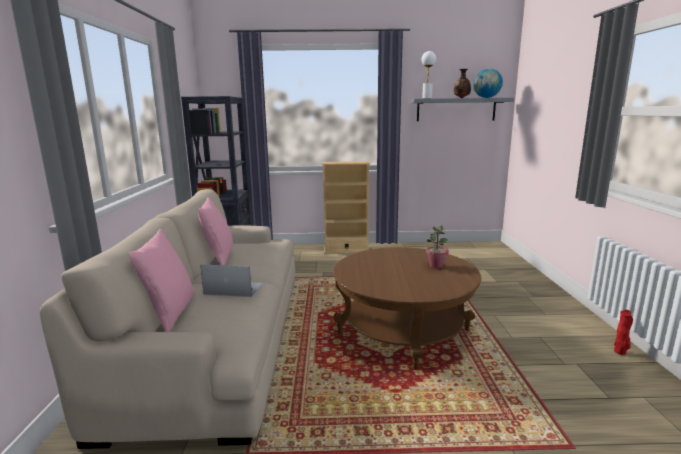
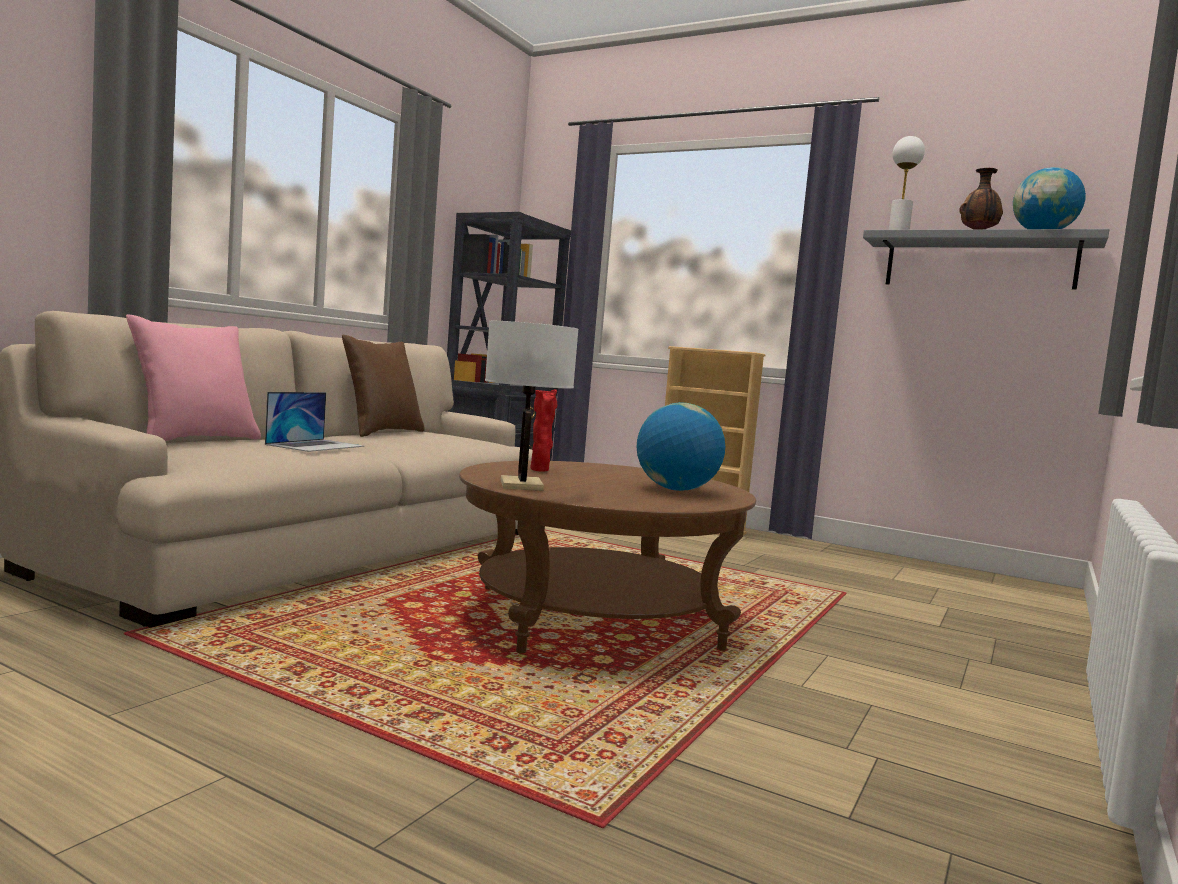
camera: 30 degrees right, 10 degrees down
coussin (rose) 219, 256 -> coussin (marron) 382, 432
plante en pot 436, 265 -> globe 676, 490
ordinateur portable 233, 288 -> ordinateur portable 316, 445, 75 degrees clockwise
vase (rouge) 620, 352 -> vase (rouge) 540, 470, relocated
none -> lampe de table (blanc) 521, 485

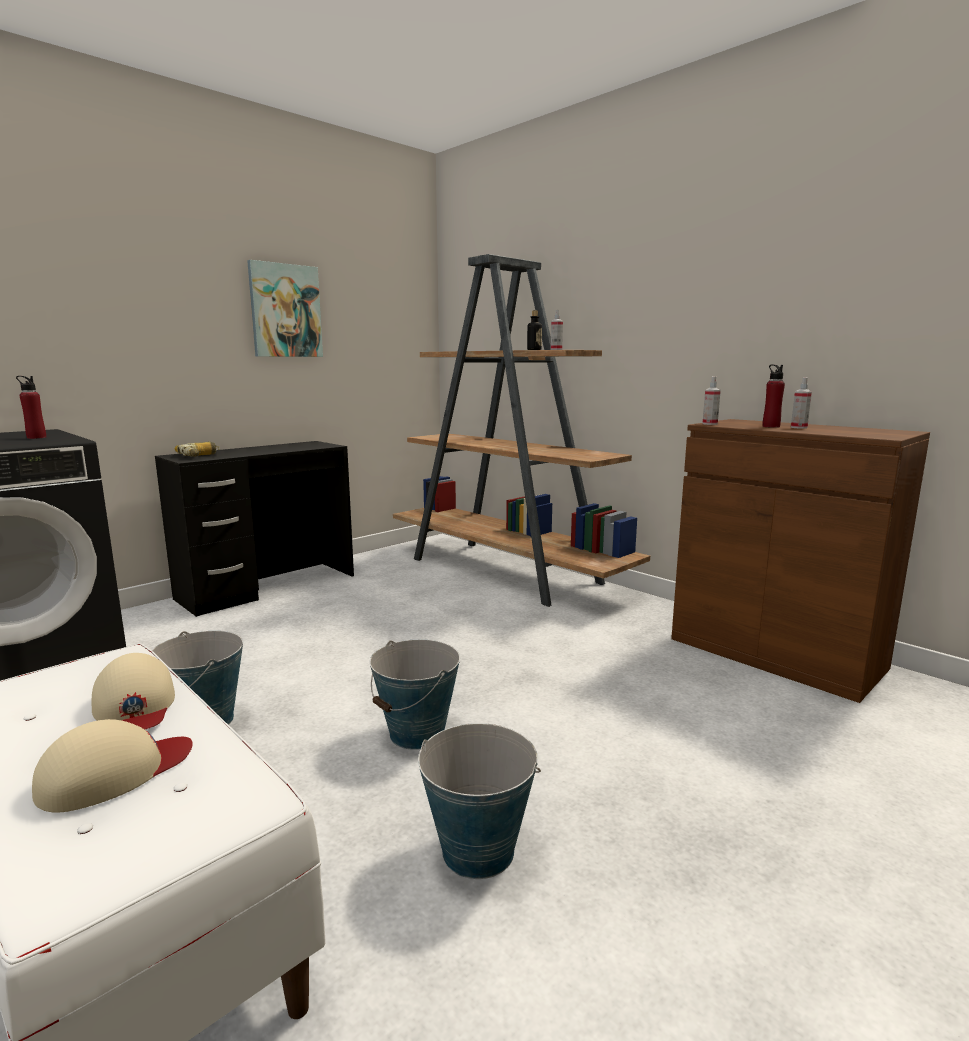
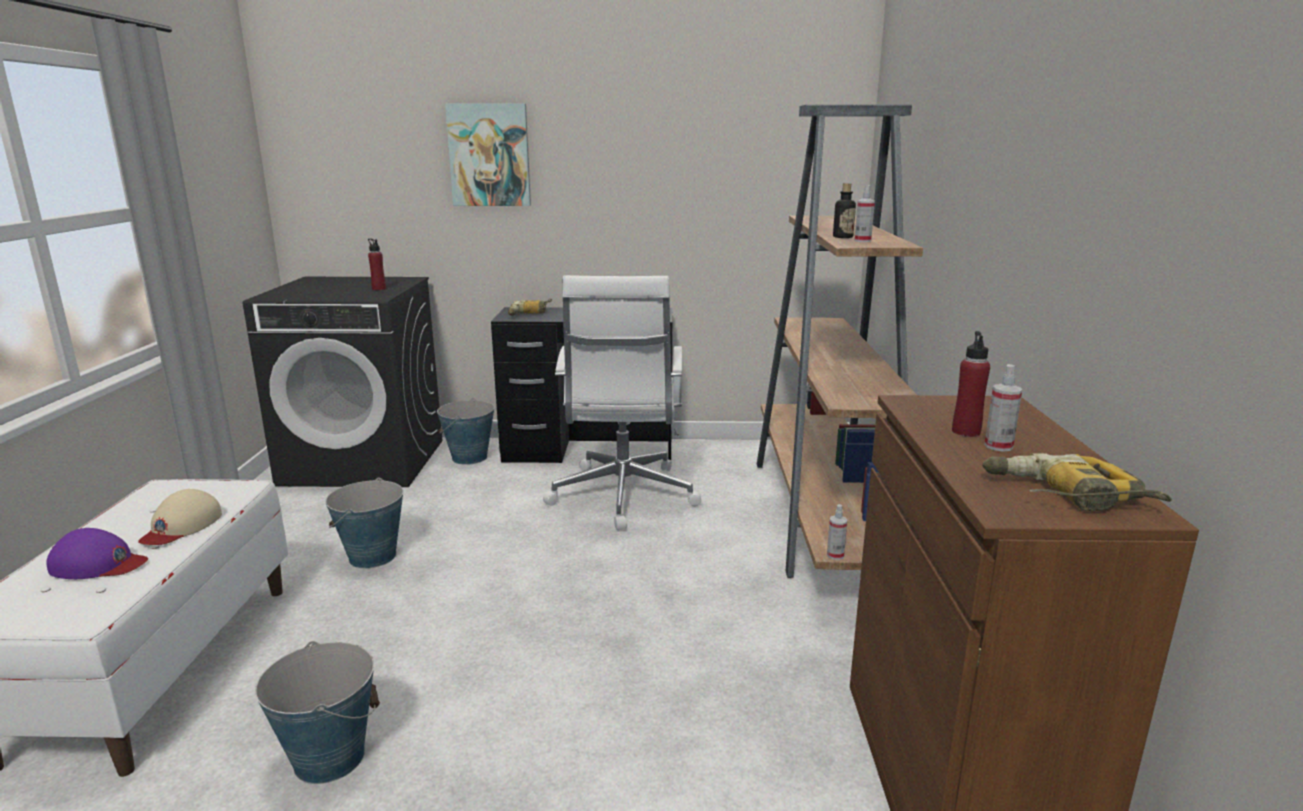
camera: 45 degrees right, 5 degrees up
tableau 285, 311 -> tableau 489, 155, relocated
vaporisateur 710, 424 -> vaporisateur 835, 555, relocated
seau 417, 733 -> seau 469, 457, relocated
casquette (beige) 114, 773 -> casquette (violet) 98, 564
none -> chaise de bureau (blanc) 622, 497
none -> perceuse 1066, 495

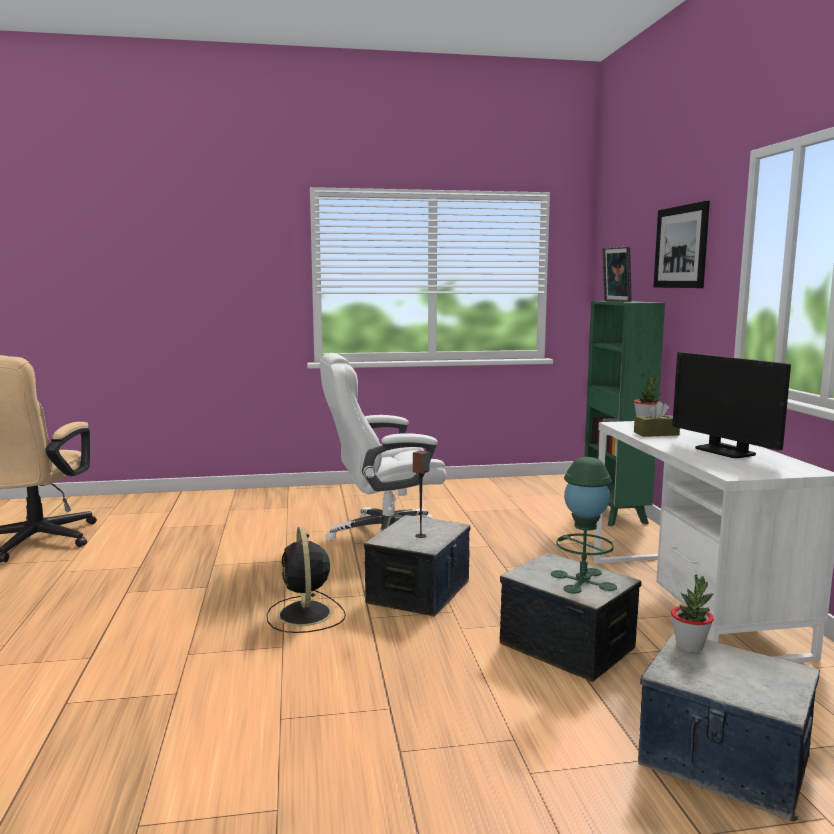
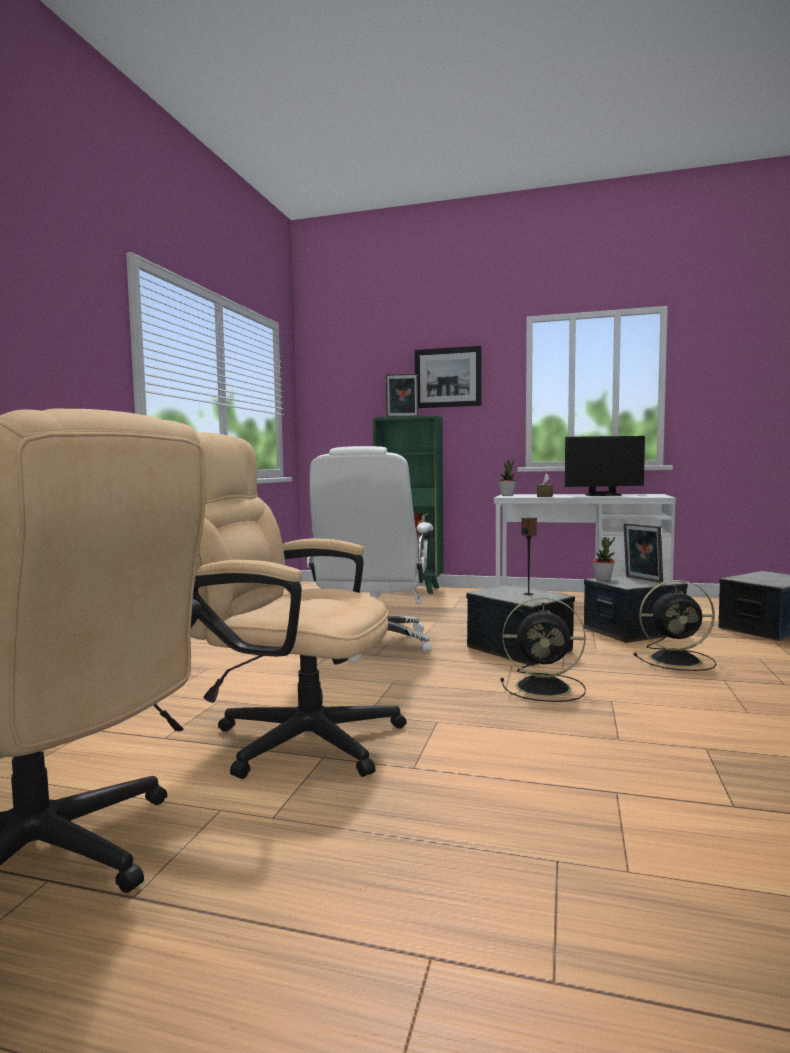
camera: 65 degrees left, 5 degrees down
lampe de table (vert) 583, 581 -> cadre photo 642, 579
plante en pot 690, 646 -> plante en pot 603, 579, relocated
none -> chaise de bureau (beige) 290, 737
none -> ventilateur (noir) 677, 660

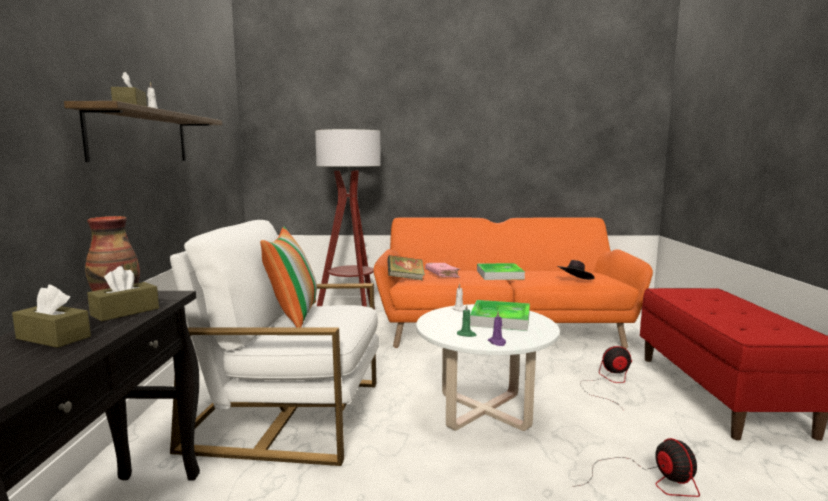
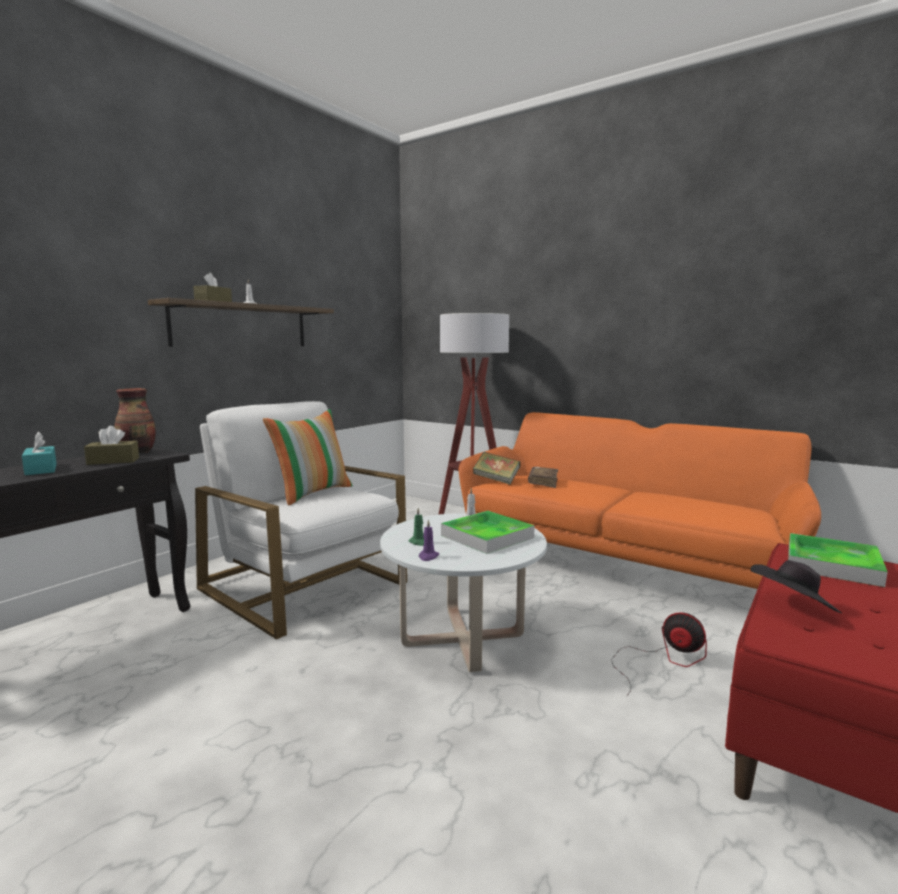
camera: 35 degrees right, 0 degrees up
chapeau (noir) 574, 281 -> chapeau (noir) 793, 607, relocated
livre (rose) 442, 275 -> livre (marron) 543, 482
plateau 499, 275 -> plateau 832, 564, relocated
boîte à mouchoirs (marron) 53, 338 -> boîte à mouchoirs (turquoise) 41, 469
ventilateur 648, 480 -> none

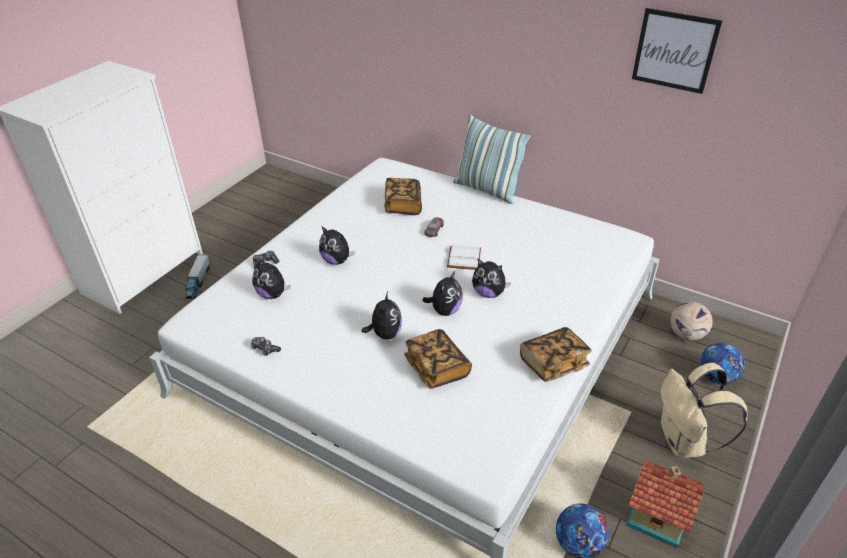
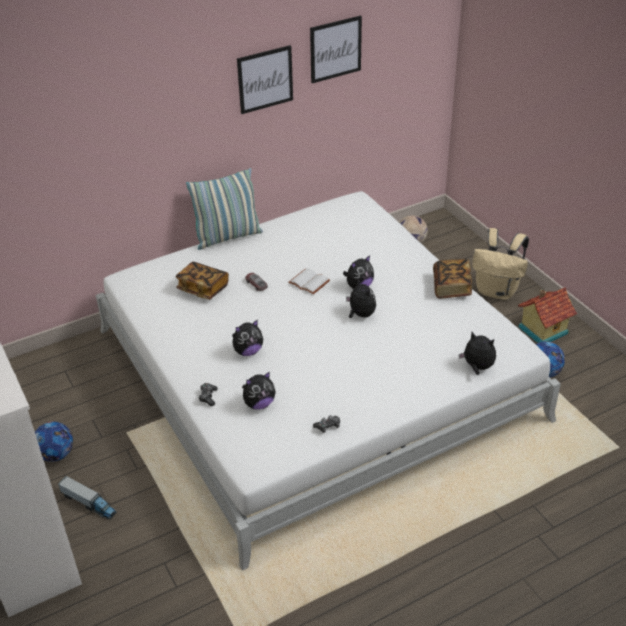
camera: 60 degrees left, 0 degrees up
peluche 385, 334 -> peluche 477, 367, relocated
livre 437, 368 -> none
ballon de foot 716, 377 -> ballon de foot 56, 454, relocated
none -> tableau 265, 79

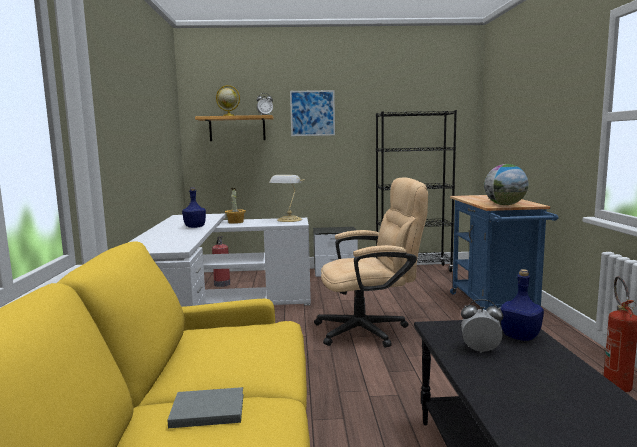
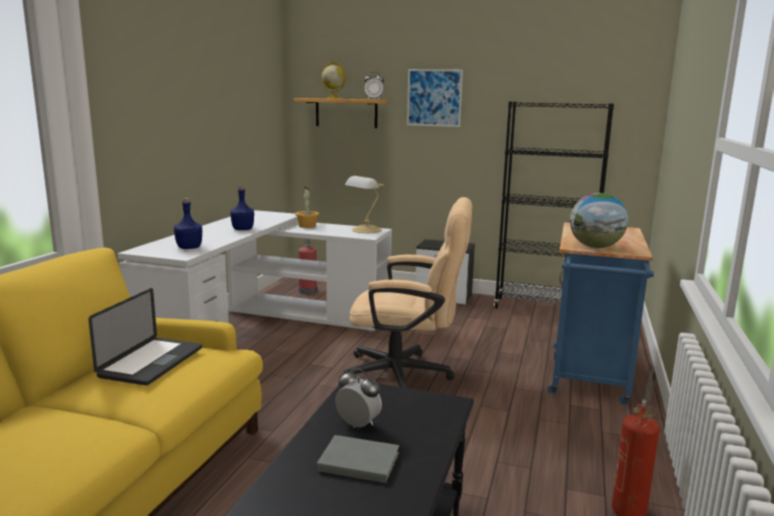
camera: 20 degrees right, 5 degrees up
bouteille (bleu) 521, 337 -> bouteille (bleu) 189, 248, relocated
livre (gris) 206, 410 -> livre (gris) 357, 460, relocated
none -> ordinateur portable 151, 362

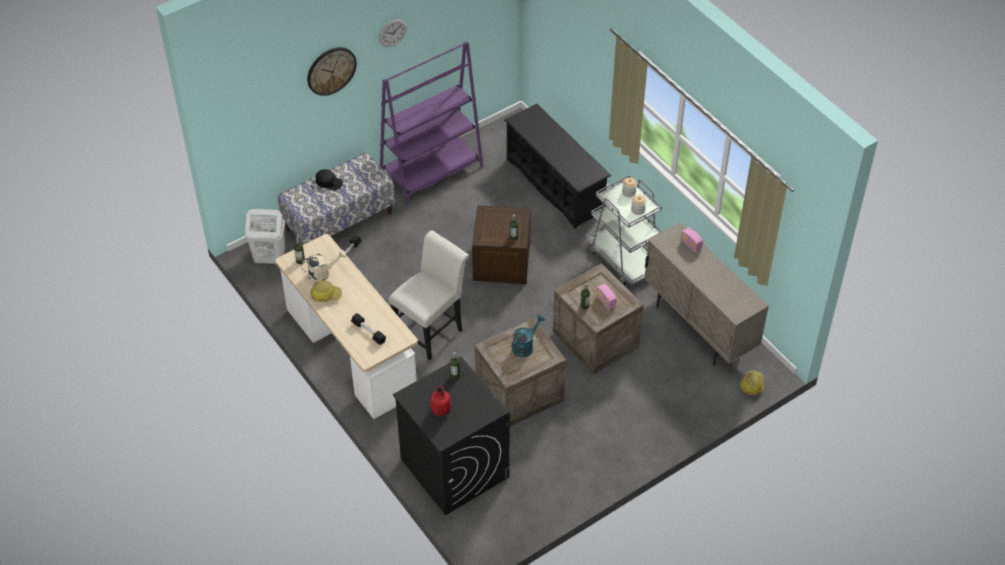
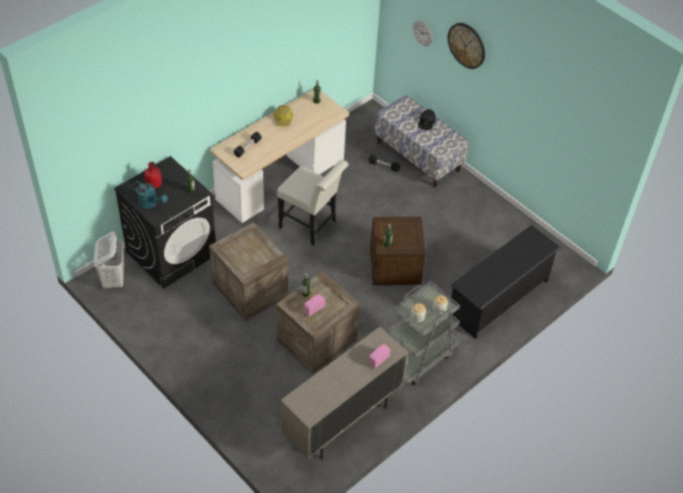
camera: 80 degrees right, 0 degrees up
horloge murale 392, 32 -> horloge murale 422, 33, relocated
bibliothèque (violet) 431, 173 -> none
panier à linge (blanc) 269, 258 -> panier à linge (blanc) 113, 279, relocated
arrosoir (beige) 323, 274 -> none
arrosoir (turquoise) 525, 346 -> arrosoir (turquoise) 150, 204, relocated
casque de chantier 751, 385 -> none

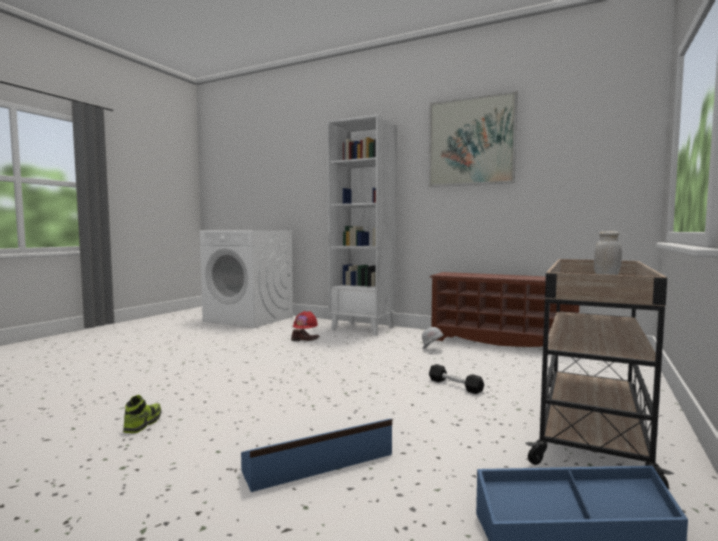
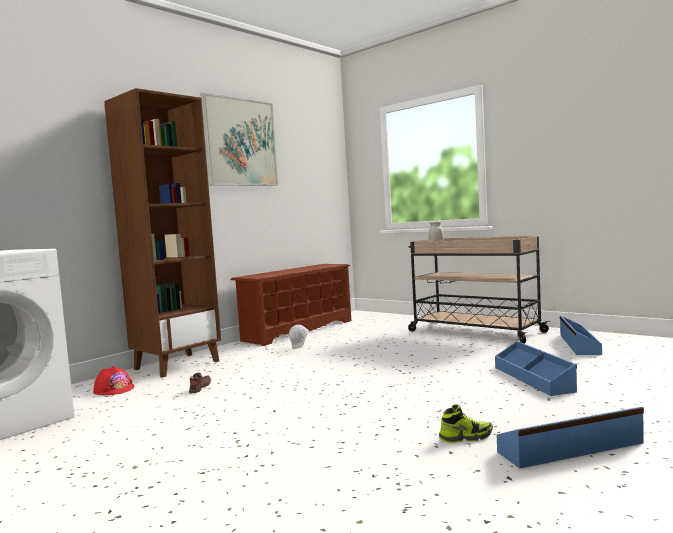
camera: 75 degrees left, 0 degrees up
bibliothèque (blanc) 363, 328 -> bibliothèque (marron) 177, 365
haltère (noir) 455, 386 -> none
chaussure 143, 423 -> chaussure 466, 437, 150 degrees clockwise
none -> boîte de rangement (bleu) 571, 448

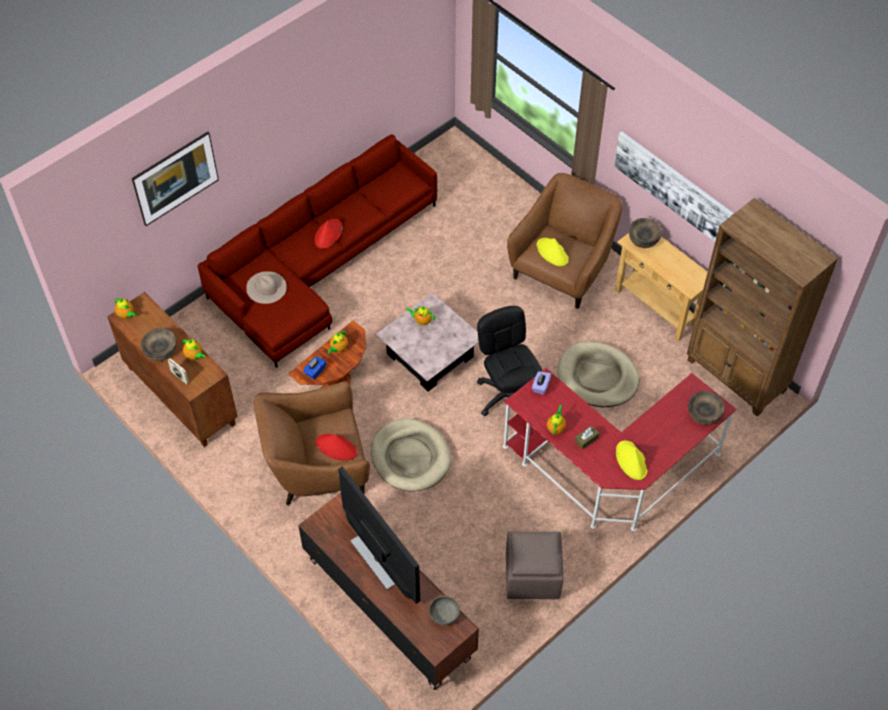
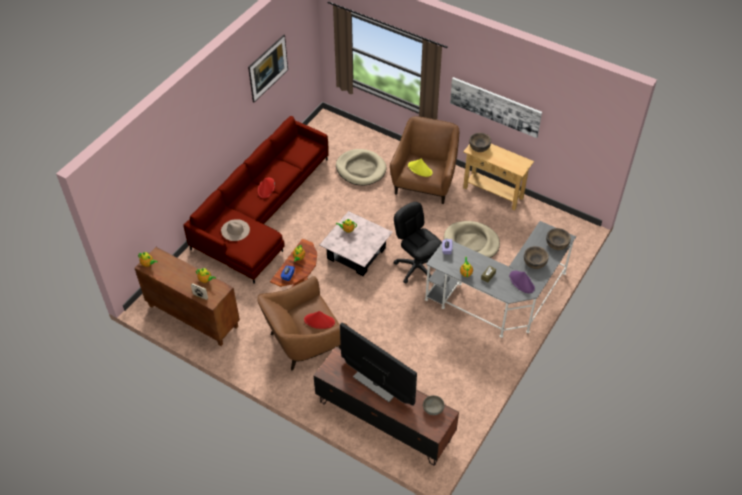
camera: 15 degrees left, 5 degrees down
tableau 178, 190 -> tableau 269, 77, relocated
bibliothèque (marron) 736, 376 -> none
bol (marron) 161, 350 -> bol (marron) 535, 262, relocated
bureau (rouge) 612, 471 -> bureau (gris) 501, 299
panier pour chien (beige) 410, 457 -> panier pour chien (beige) 361, 169, relocated
chapeau (jaune) 631, 461 -> chapeau (violet) 522, 282
pouf (marron) 532, 576 -> none

